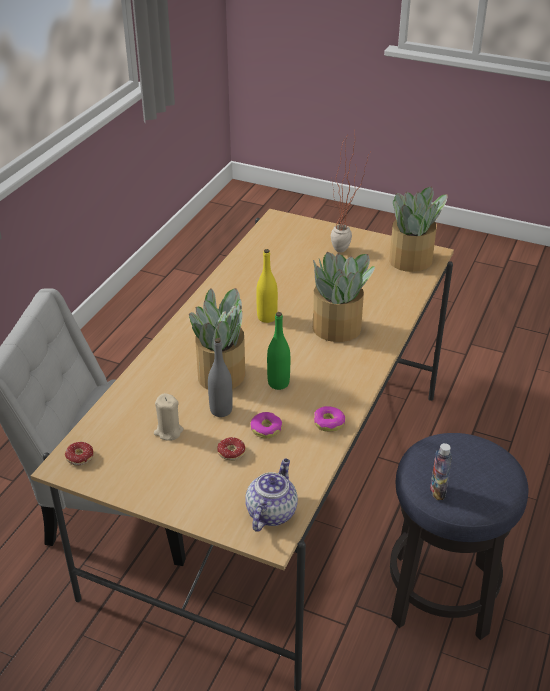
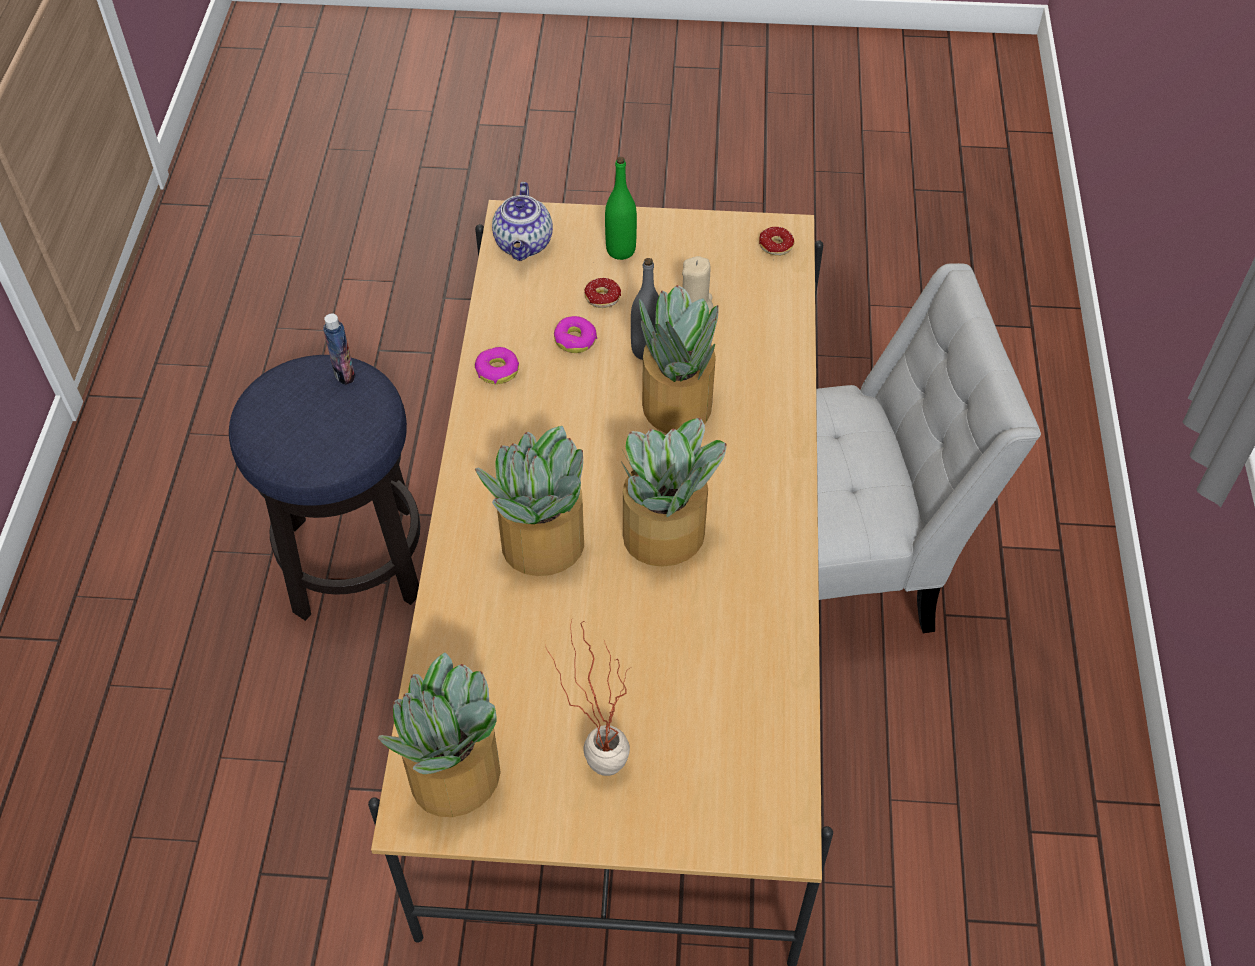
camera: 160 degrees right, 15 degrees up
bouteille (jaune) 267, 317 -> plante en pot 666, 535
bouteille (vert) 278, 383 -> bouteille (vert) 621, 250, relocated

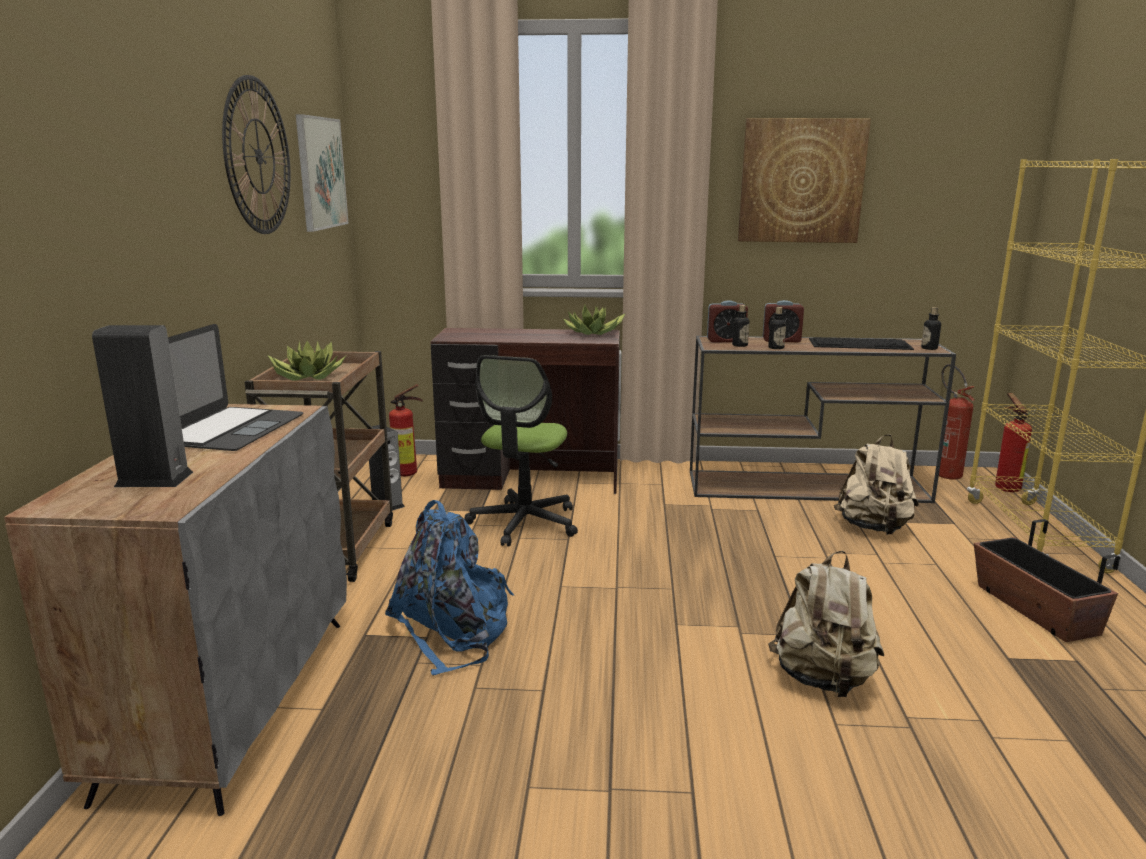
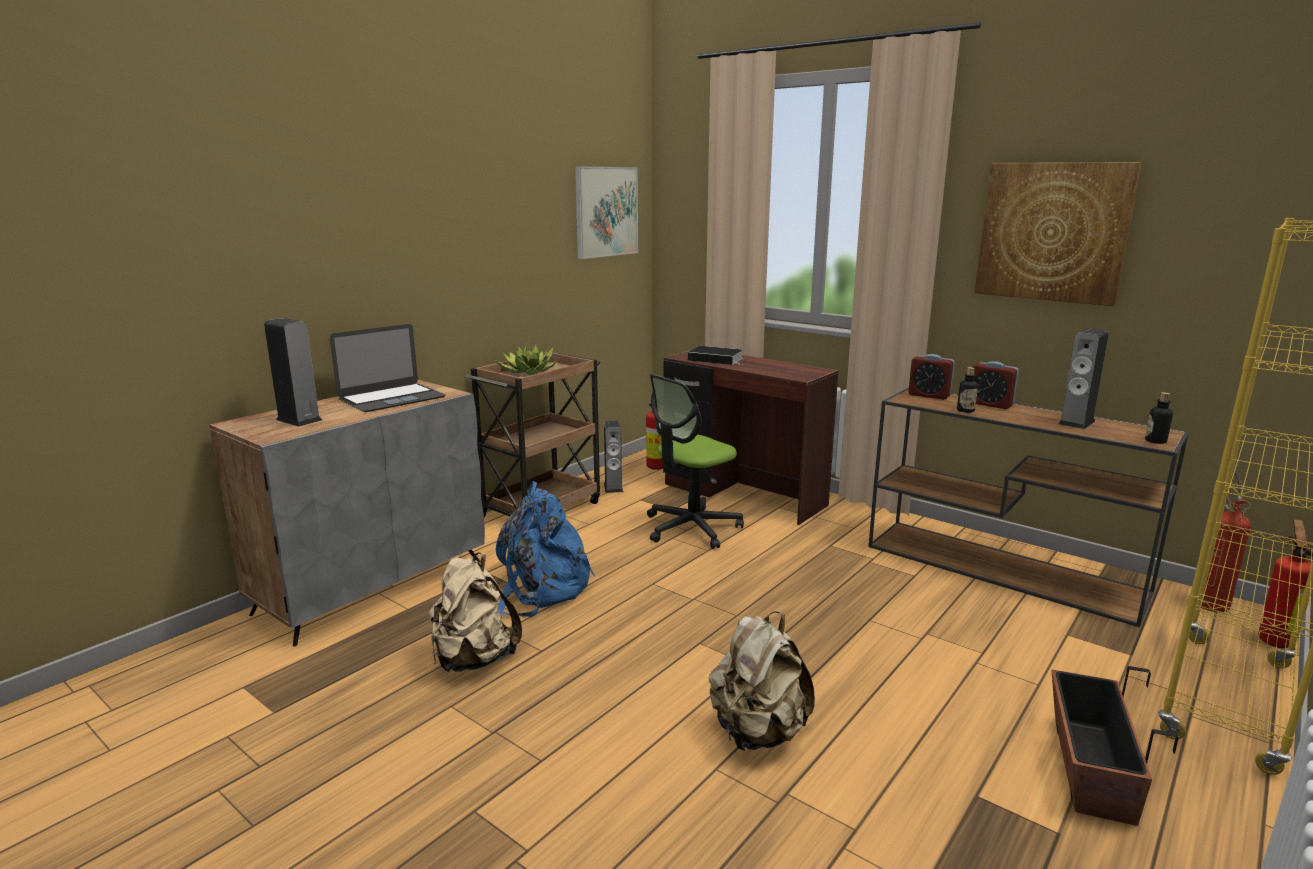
camera: 35 degrees right, 0 degrees up
horloge murale 258, 156 -> none
plante en pot 595, 333 -> none
bouteille 740, 345 -> none
clavier 860, 344 -> enceinte 1076, 422
sac à dos (beige) 874, 528 -> sac à dos (beige) 473, 659, relocated
none -> livre 717, 359

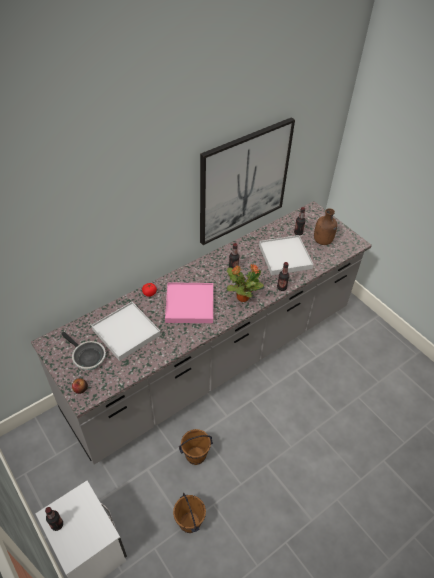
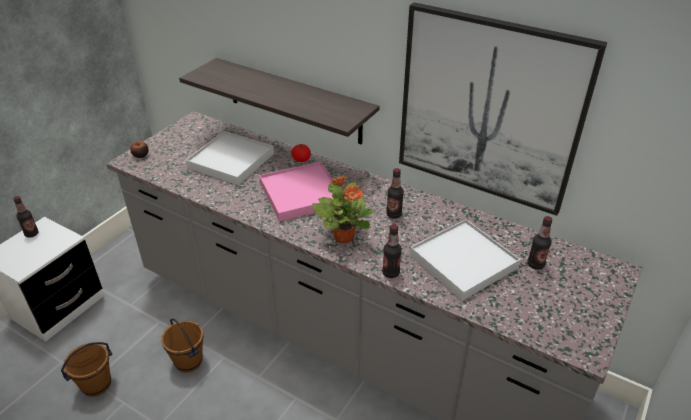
camera: 70 degrees right, 10 degrees down
bouteille (marron) 323, 241 -> none
poêle 87, 357 -> none
none -> étagère 293, 101

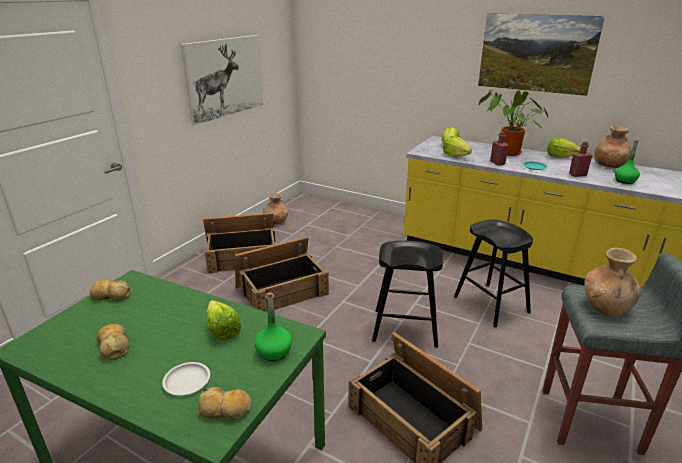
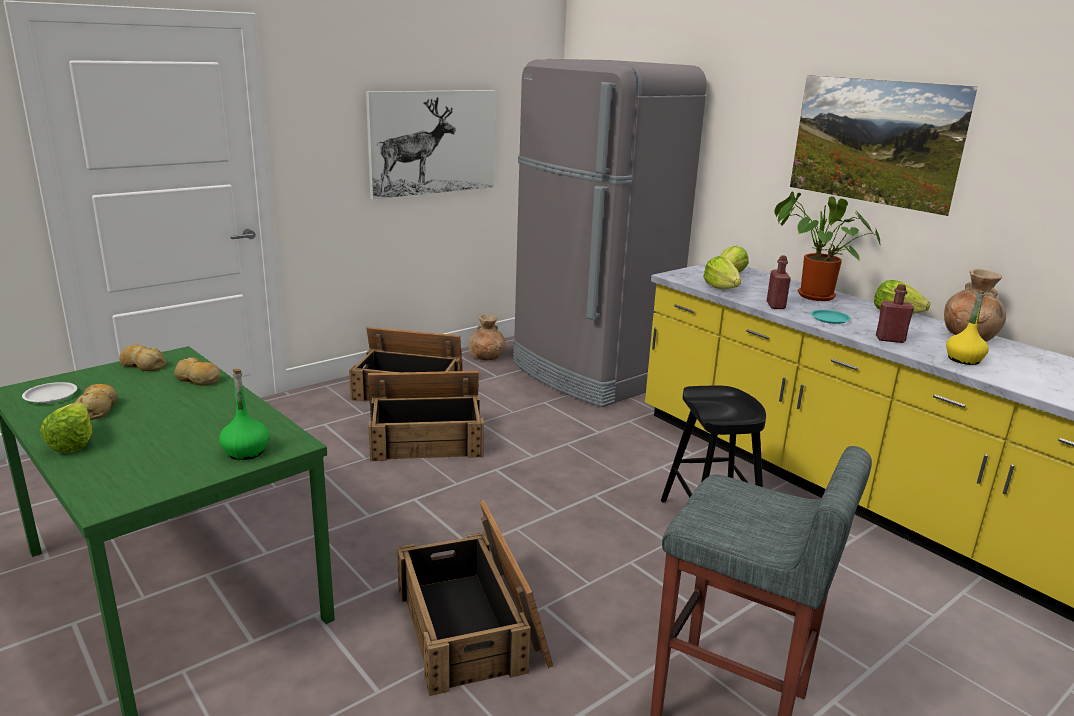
camera: 20 degrees right, 5 degrees down
bouteille (vert) 624, 181 -> bouteille (jaune) 963, 359
tabouret (noir) 405, 328 -> none
vase (marron) 606, 307 -> none
laitue 222, 328 -> laitue 77, 440, relocated
assiette (blanc) 186, 381 -> assiette (blanc) 50, 396, relocated
pain 225, 409 -> pain 198, 379, relocated
none -> réfrigérateur (gris) 590, 374

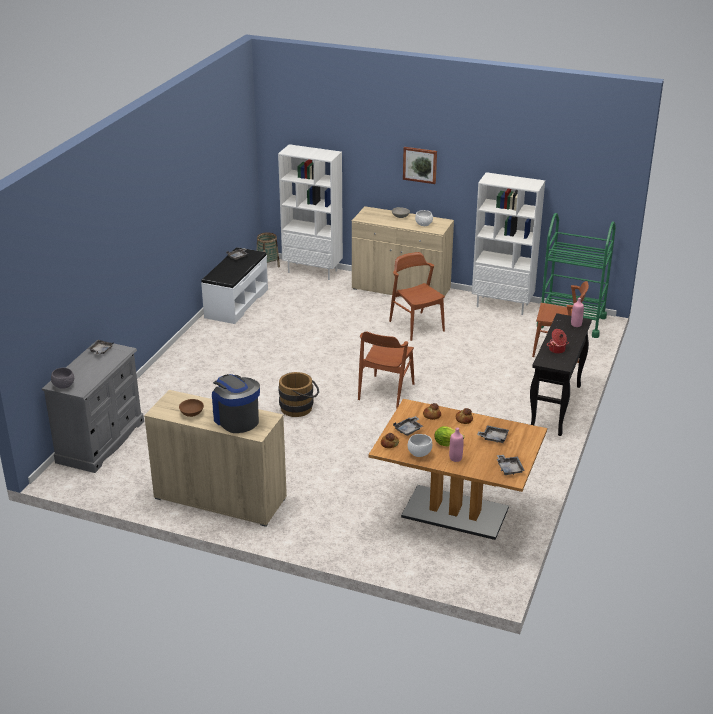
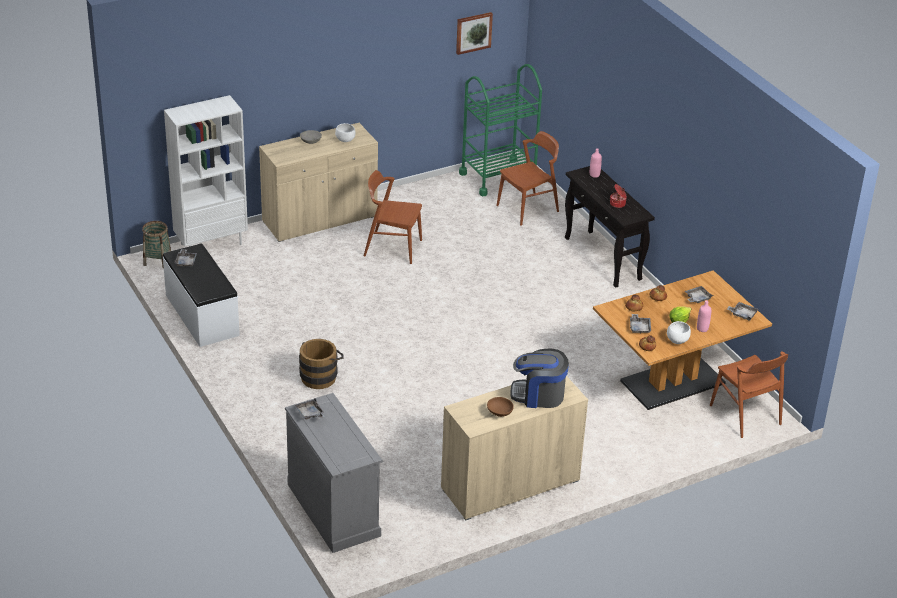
camera: 50 degrees left, 5 degrees up
tableau 420, 164 -> tableau 473, 32, relocated
bibliothèque (blanc) 503, 305 -> none
chaise (marron) 386, 391 -> chaise (marron) 745, 415, relocated
bol (gris) 64, 386 -> none
seau (marron) 300, 408 -> seau (marron) 320, 376, relocated

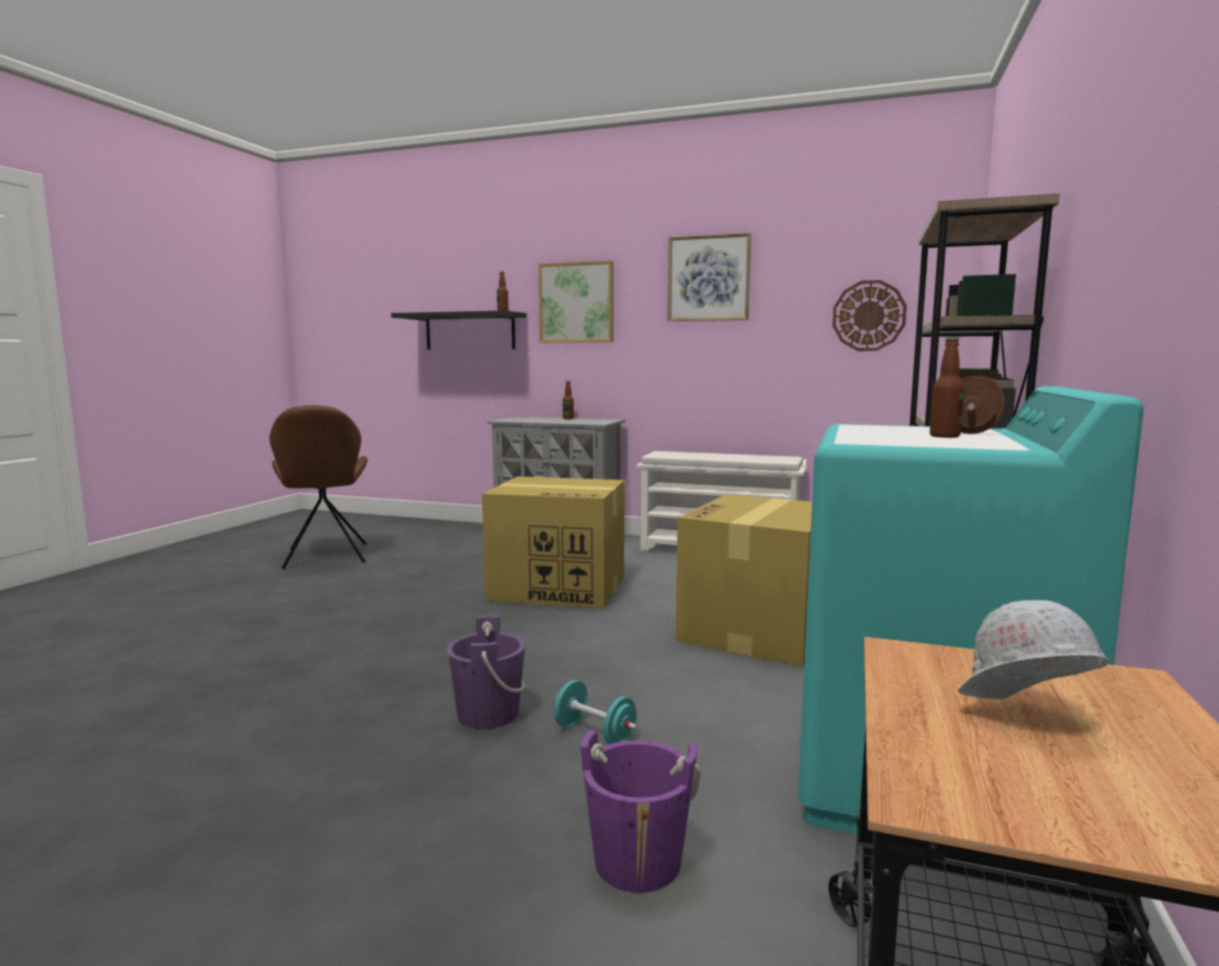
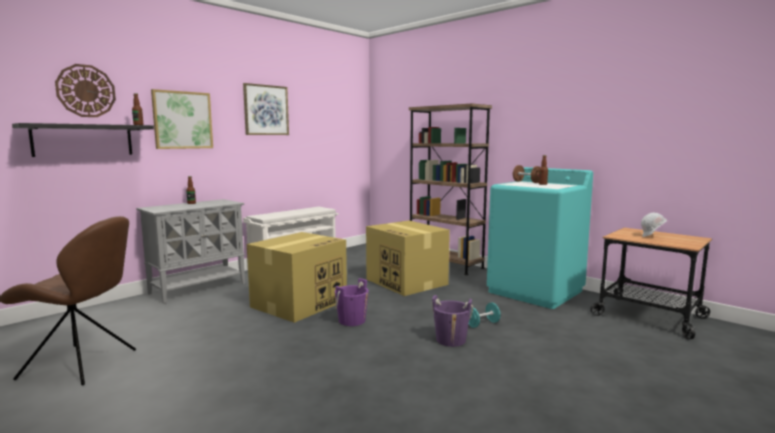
camera: 65 degrees left, 0 degrees up
horloge murale 868, 316 -> horloge murale 86, 91, relocated
seau (violet) 637, 862 -> seau (violet) 352, 320, relocated

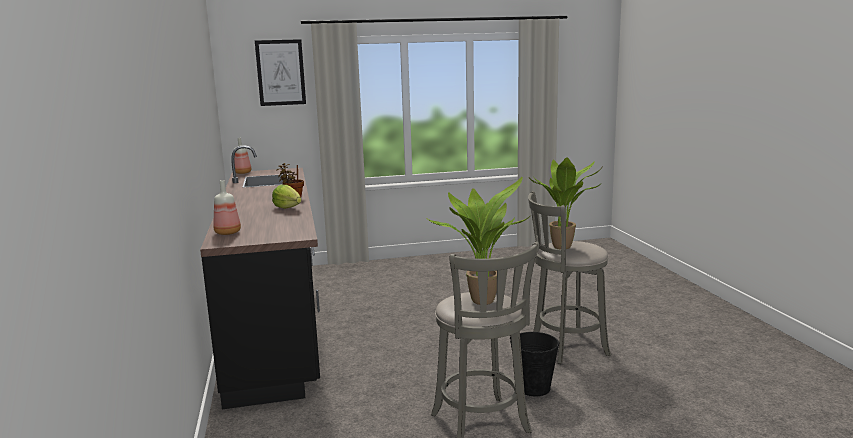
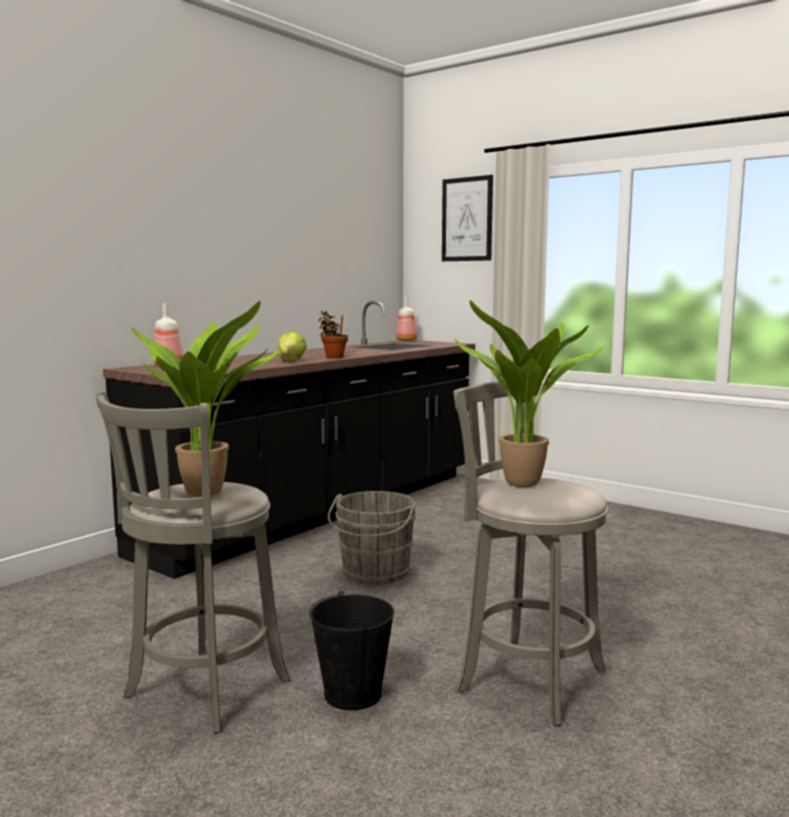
camera: 50 degrees right, 5 degrees down
none -> seau (gris) 374, 573

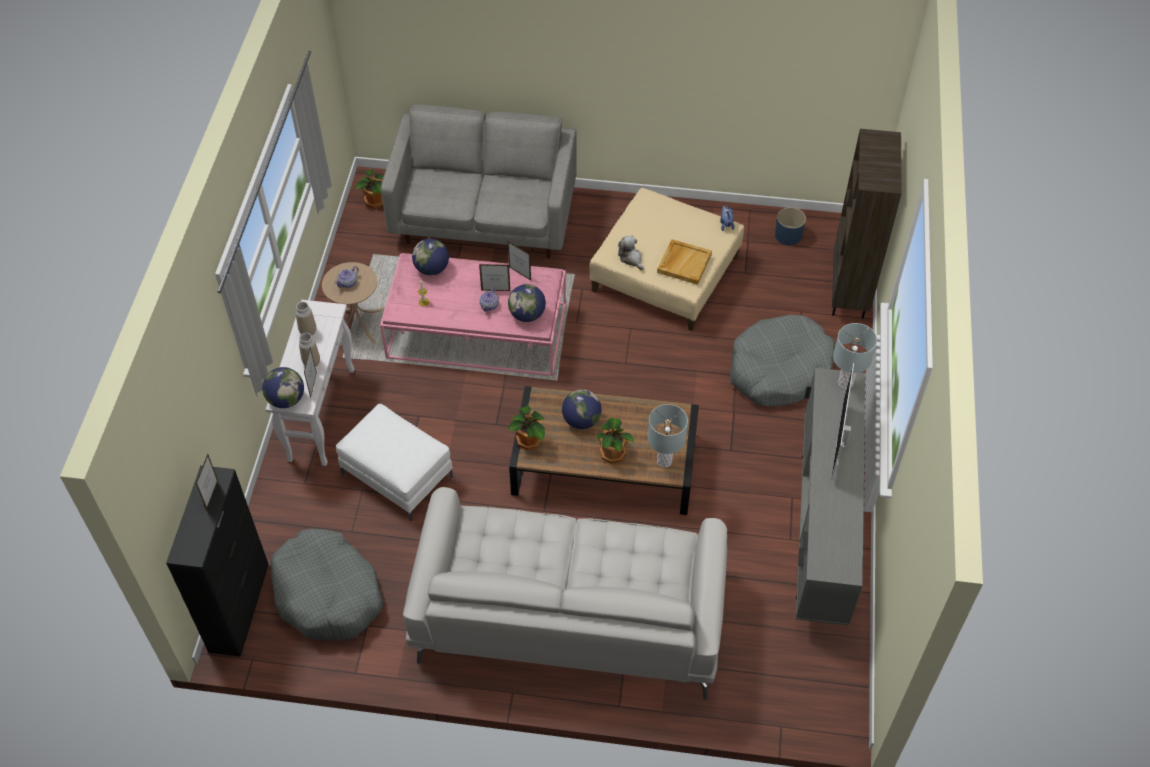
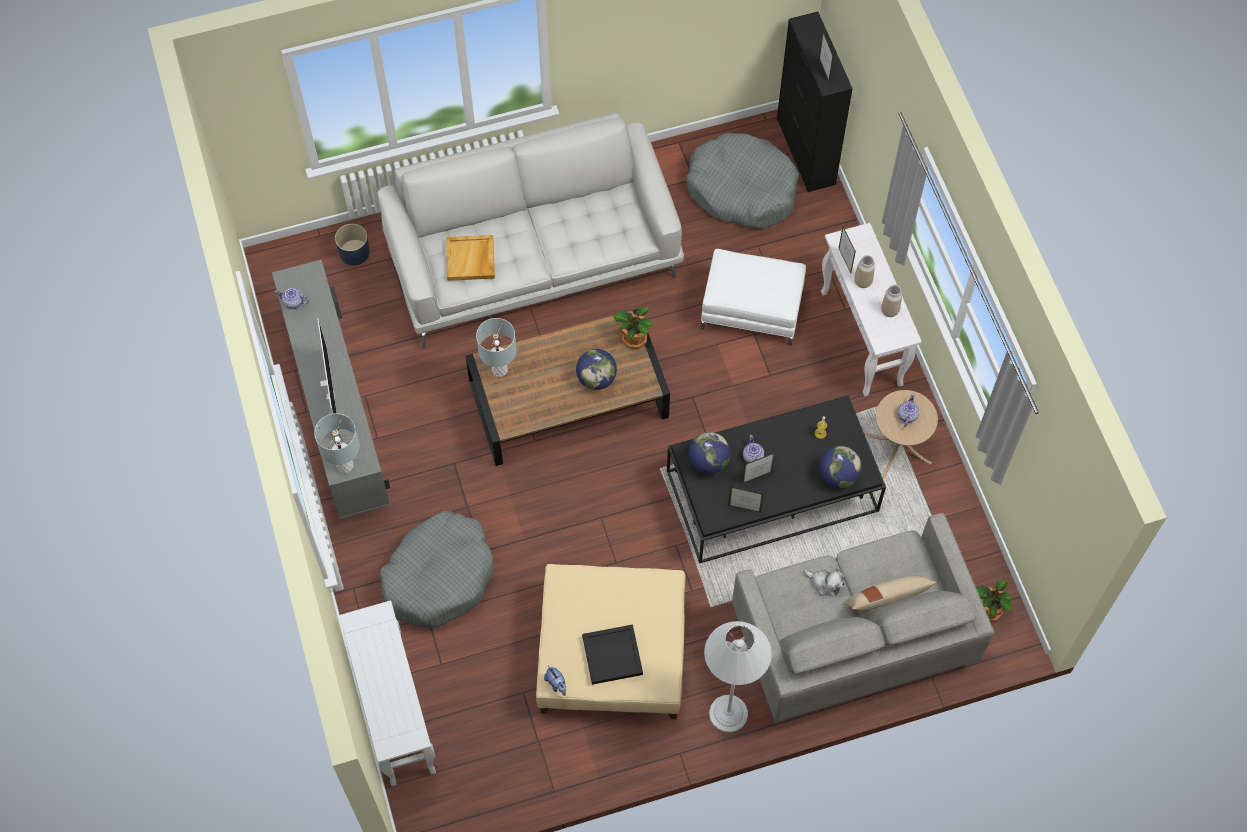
camera: 155 degrees right, 10 degrees up
bibliothèque (marron) 849, 292 -> table console (blanc) 395, 714
cache-pot (bleu) 788, 235 -> cache-pot (bleu) 354, 252, relocated
peluche 631, 258 -> peluche 825, 583, relocated
plateau (beige) 684, 263 -> plateau (beige) 471, 259, relocated
table basse (rose) 478, 330 -> table basse (noir) 771, 491
globe 286, 399 -> none
plante en pot 613, 453 -> none
none -> théière 294, 302
none -> coussin (beige) 886, 599
none -> lampadaire (blanc) 728, 714
none -> plateau (noir) 612, 655

